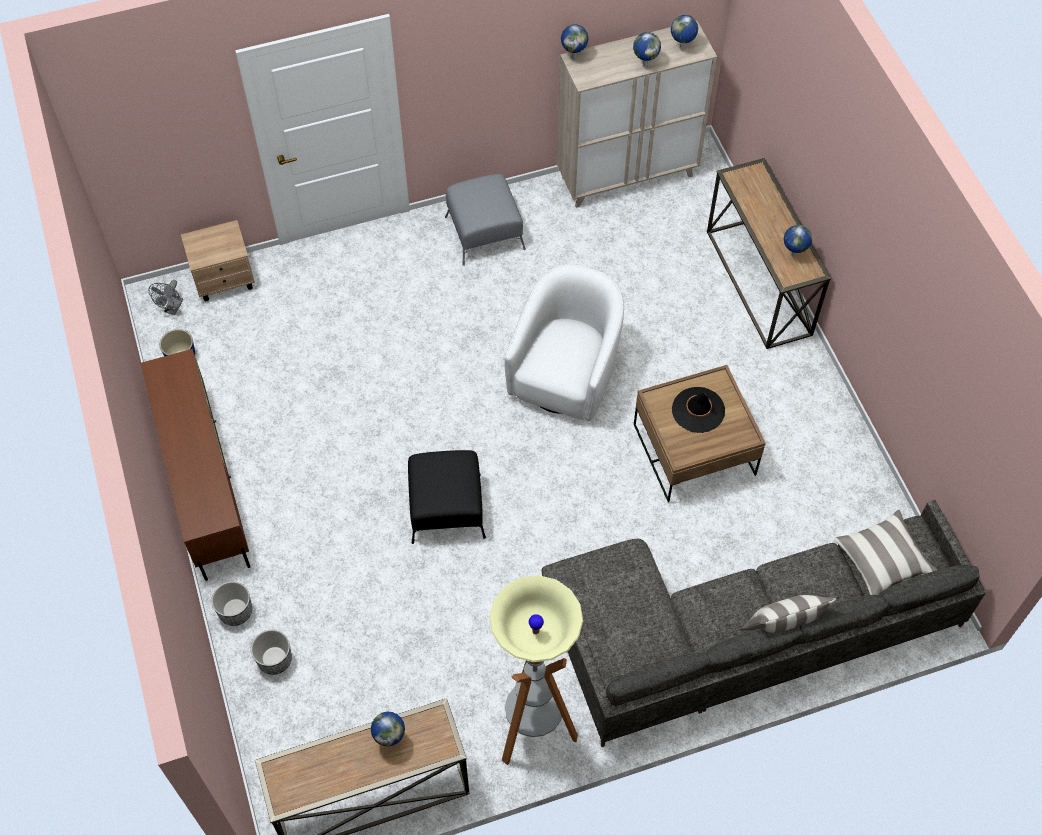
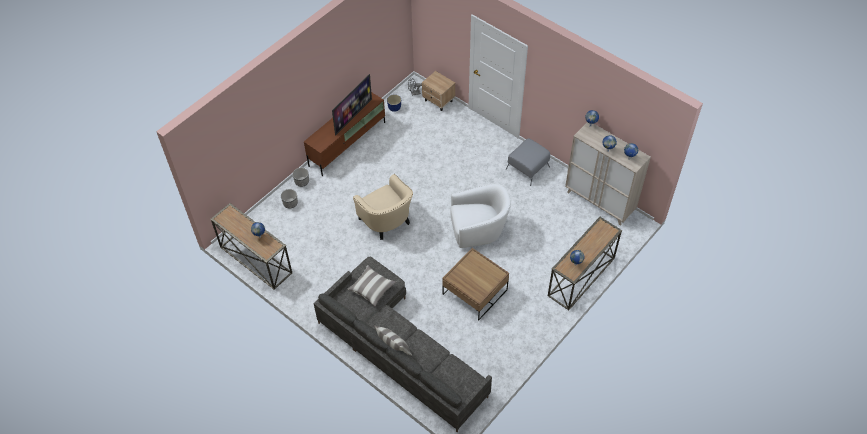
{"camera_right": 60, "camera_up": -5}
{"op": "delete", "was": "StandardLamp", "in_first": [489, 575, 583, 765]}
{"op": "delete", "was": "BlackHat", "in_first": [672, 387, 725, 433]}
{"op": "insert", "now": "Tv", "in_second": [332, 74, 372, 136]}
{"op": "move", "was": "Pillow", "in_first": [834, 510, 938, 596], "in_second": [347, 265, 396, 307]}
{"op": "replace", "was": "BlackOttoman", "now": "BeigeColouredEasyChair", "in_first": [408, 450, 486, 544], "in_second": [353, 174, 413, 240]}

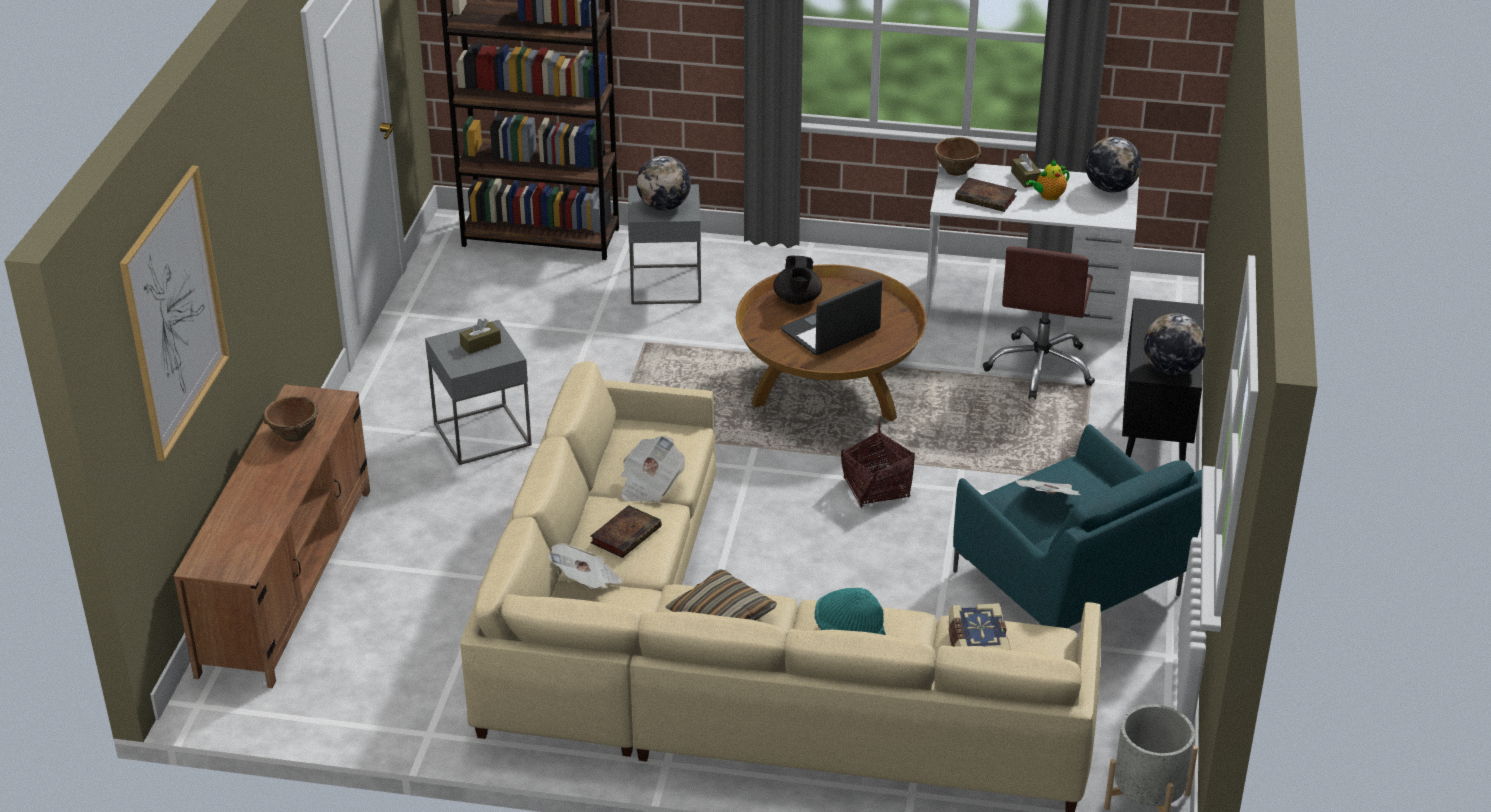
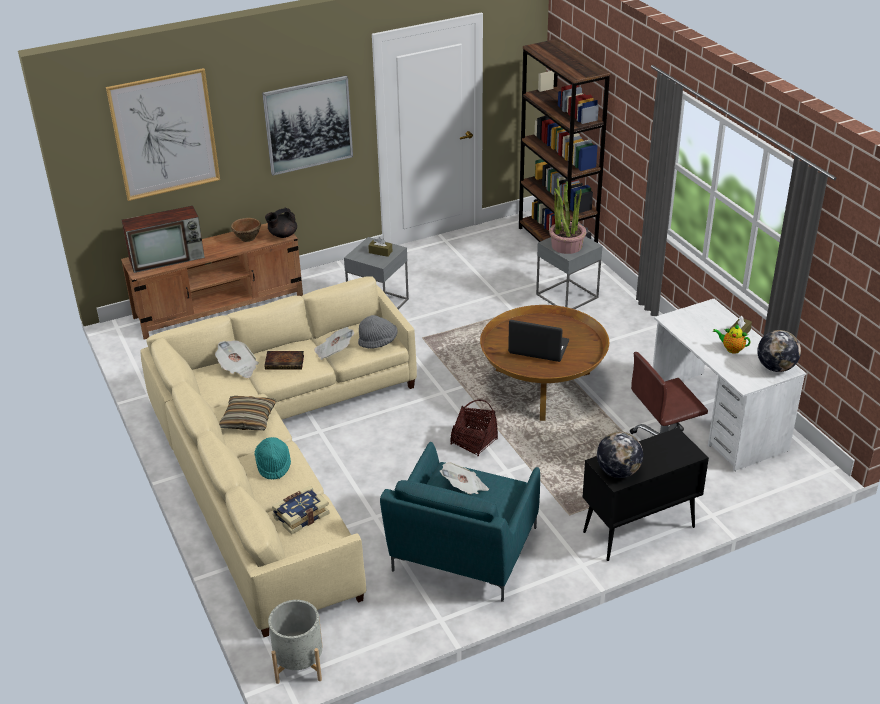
{"camera_right": 55, "camera_up": 0}
{"op": "delete", "was": "BrownishServingBowl", "in_first": [934, 137, 982, 176]}
{"op": "delete", "was": "Volume", "in_first": [955, 177, 1017, 212]}
{"op": "insert", "now": "Tv", "in_second": [121, 206, 205, 273]}
{"op": "insert", "now": "Picture", "in_second": [262, 76, 353, 176]}
{"op": "insert", "now": "GreyishHat", "in_second": [358, 315, 398, 349]}
{"op": "move", "was": "BlackTeaPot", "in_first": [773, 255, 822, 305], "in_second": [265, 208, 297, 238]}
{"op": "replace", "was": "DeskGlobe", "now": "PlantInAPot", "in_first": [637, 156, 691, 211], "in_second": [549, 178, 586, 254]}

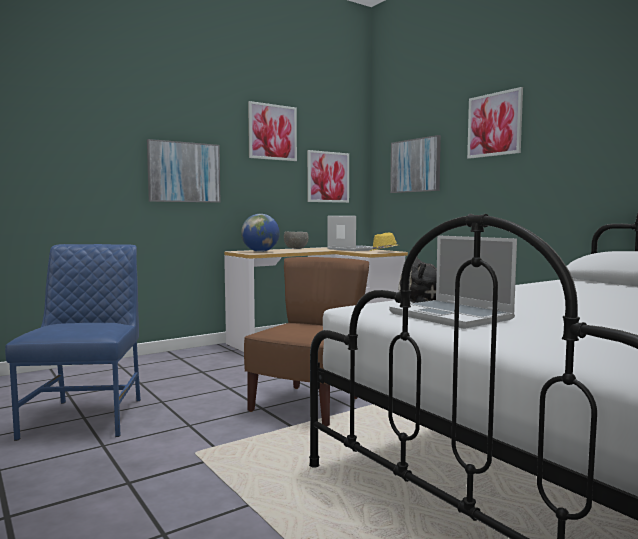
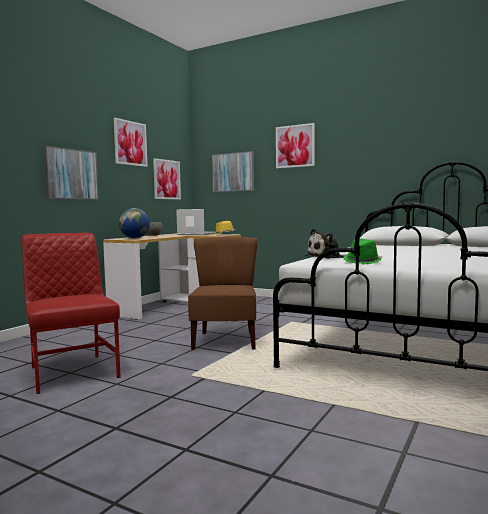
{"camera_right": -25, "camera_up": 0}
{"op": "replace", "was": "NotebookComputer", "now": "GreenHat", "in_first": [389, 235, 517, 329], "in_second": [344, 239, 382, 265]}
{"op": "recolor", "was": "BluePlainChair", "now": "ReddishPlainChair", "in_first": [5, 244, 141, 441], "in_second": [22, 233, 121, 394]}

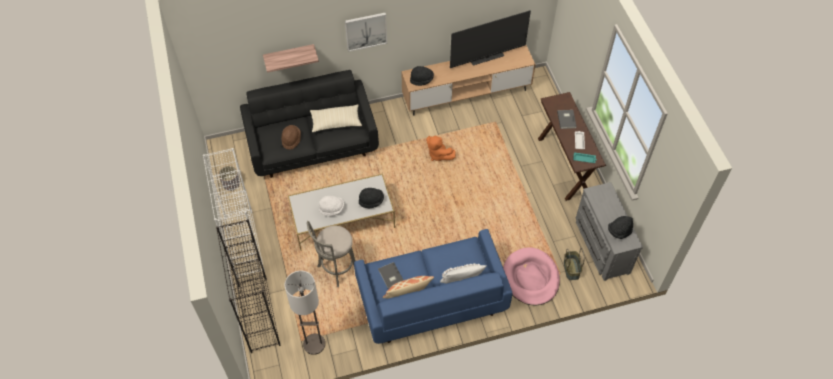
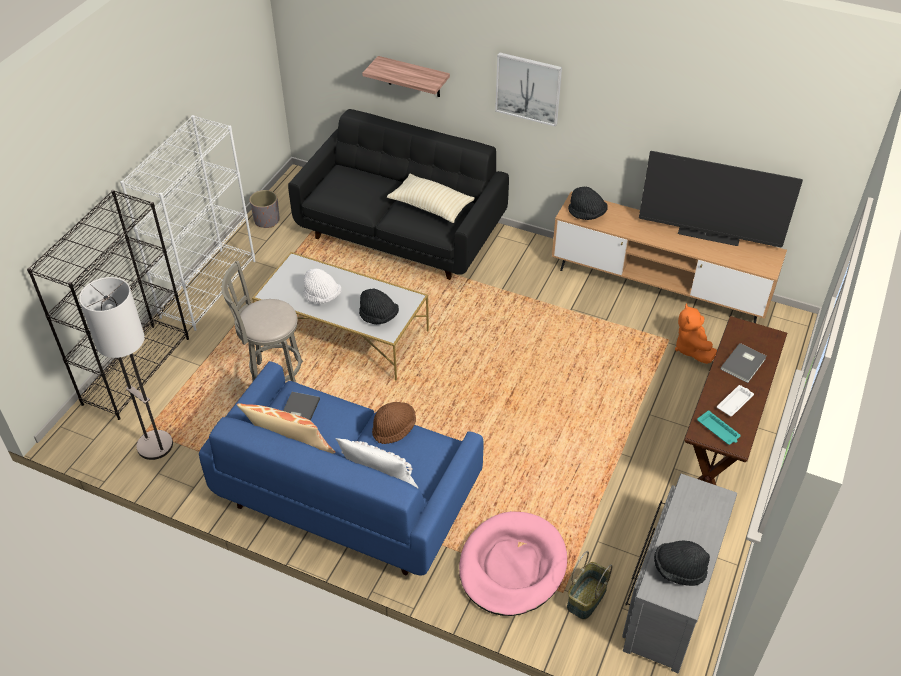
{"camera_right": 40, "camera_up": -10}
{"op": "move", "was": "BrownishHat", "in_first": [281, 125, 301, 150], "in_second": [372, 402, 416, 444]}
{"op": "move", "was": "OrangeColouredCuddlyToy", "in_first": [426, 136, 456, 161], "in_second": [675, 303, 717, 364]}

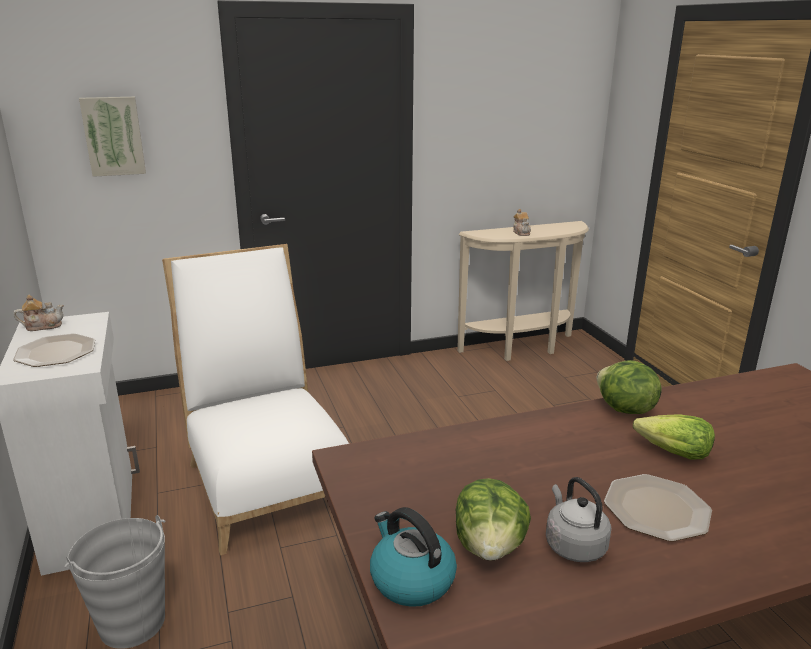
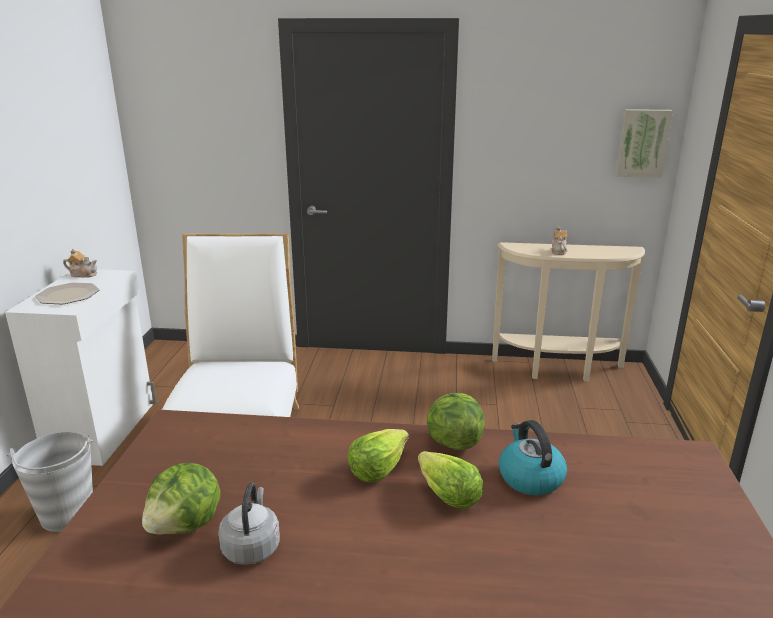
{"camera_right": 25, "camera_up": 0}
{"op": "delete", "was": "DinnerPlate", "in_first": [604, 474, 712, 542]}
{"op": "insert", "now": "HeadOfLettuce", "in_second": [347, 429, 409, 482]}
{"op": "move", "was": "Picture", "in_first": [79, 97, 146, 177], "in_second": [616, 109, 673, 178]}
{"op": "move", "was": "WaterKettle", "in_first": [370, 507, 457, 607], "in_second": [499, 420, 567, 495]}

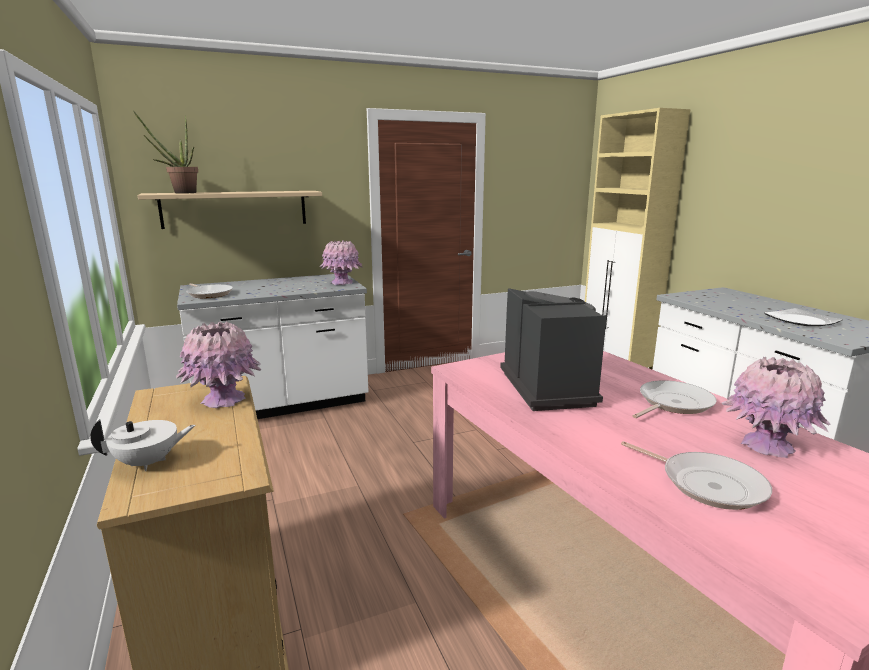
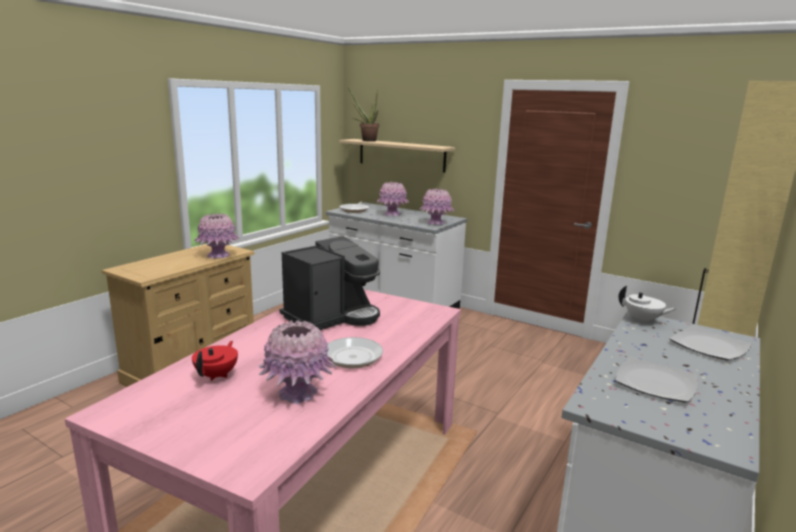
{"camera_right": 55, "camera_up": 0}
{"op": "insert", "now": "PinkDecorativeVase", "in_second": [377, 182, 409, 216]}
{"op": "insert", "now": "DinnerPlate", "in_second": [670, 326, 752, 360]}
{"op": "move", "was": "WhitishTeaPot", "in_first": [90, 419, 196, 471], "in_second": [618, 286, 678, 323]}
{"op": "replace", "was": "Skillet", "now": "ReddishTeaPot", "in_first": [621, 441, 772, 510], "in_second": [192, 341, 238, 381]}

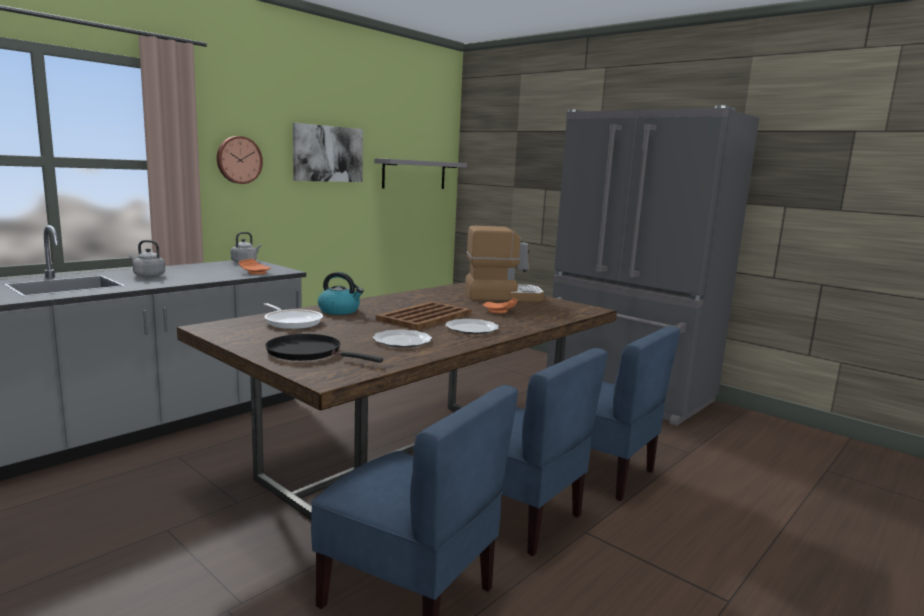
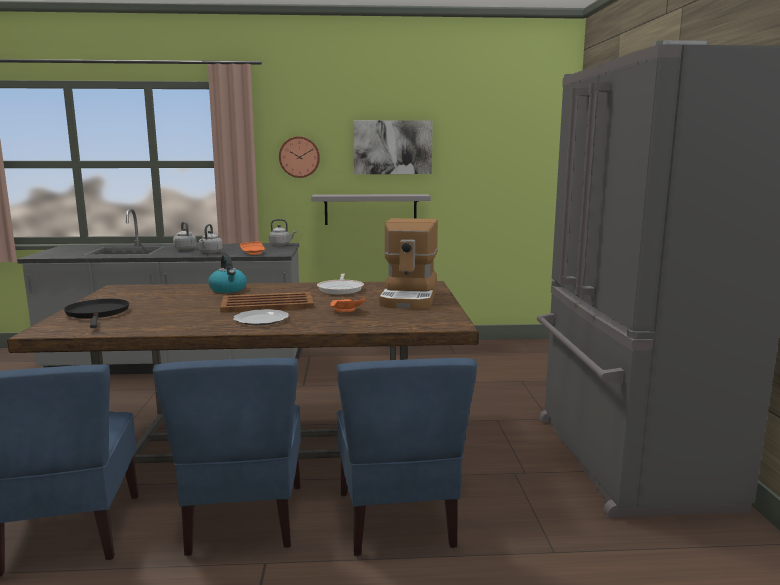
{"camera_right": 45, "camera_up": 0}
{"op": "delete", "was": "DinnerPlate", "in_first": [373, 330, 432, 348]}
{"op": "insert", "now": "GreyishWaterKettle", "in_second": [199, 224, 223, 254]}
{"op": "move", "was": "Skillet", "in_first": [264, 303, 323, 329], "in_second": [317, 273, 364, 295]}
{"op": "move", "was": "GreyishShelf", "in_first": [374, 158, 467, 189], "in_second": [311, 194, 431, 225]}
{"op": "rotate", "was": "CoffeeBrewer", "in_first": [465, 226, 544, 302], "in_second": [379, 218, 438, 309], "clockwise": 60}

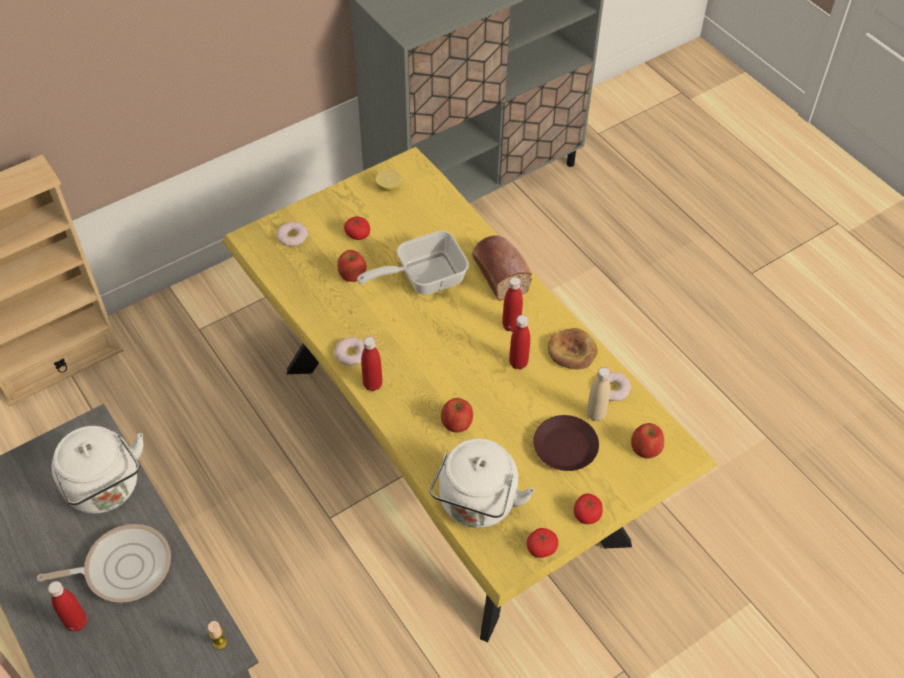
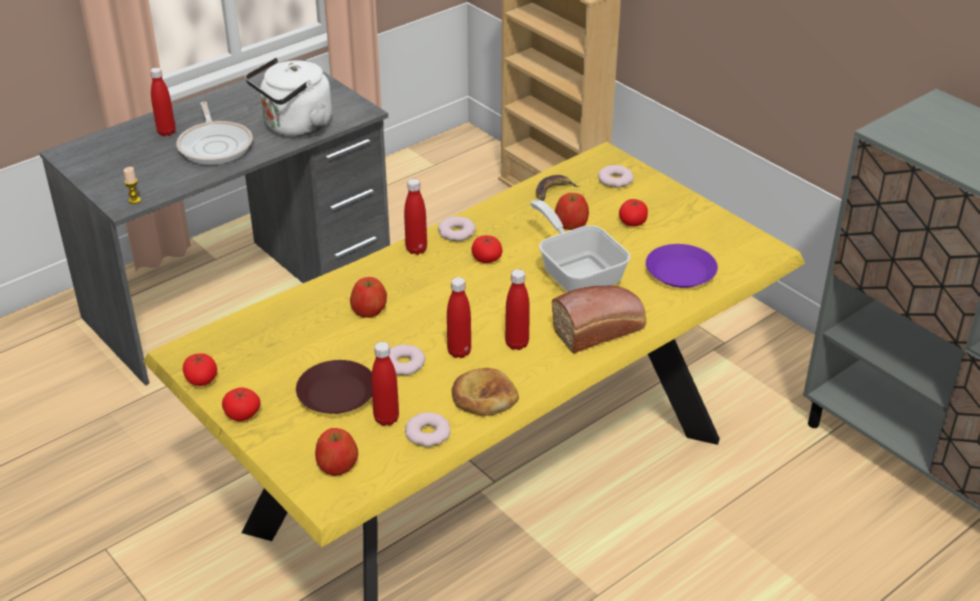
{"camera_right": 85, "camera_up": -15}
{"op": "delete", "was": "WholeLemon", "in_first": [376, 169, 401, 192]}
{"op": "delete", "was": "WhitishWaterKettle", "in_first": [430, 439, 534, 528]}
{"op": "insert", "now": "Doughnut", "in_second": [389, 344, 425, 375]}
{"op": "insert", "now": "WholeTomato", "in_second": [472, 235, 502, 263]}
{"op": "insert", "now": "WholeBanana", "in_second": [536, 175, 580, 201]}
{"op": "insert", "now": "PurplishDinnerPlate", "in_second": [646, 244, 718, 288]}
{"op": "recolor", "was": "BeigeColouredDrinkBottle", "now": "ReddishDrinkBottle", "in_first": [587, 367, 611, 421], "in_second": [371, 342, 399, 426]}

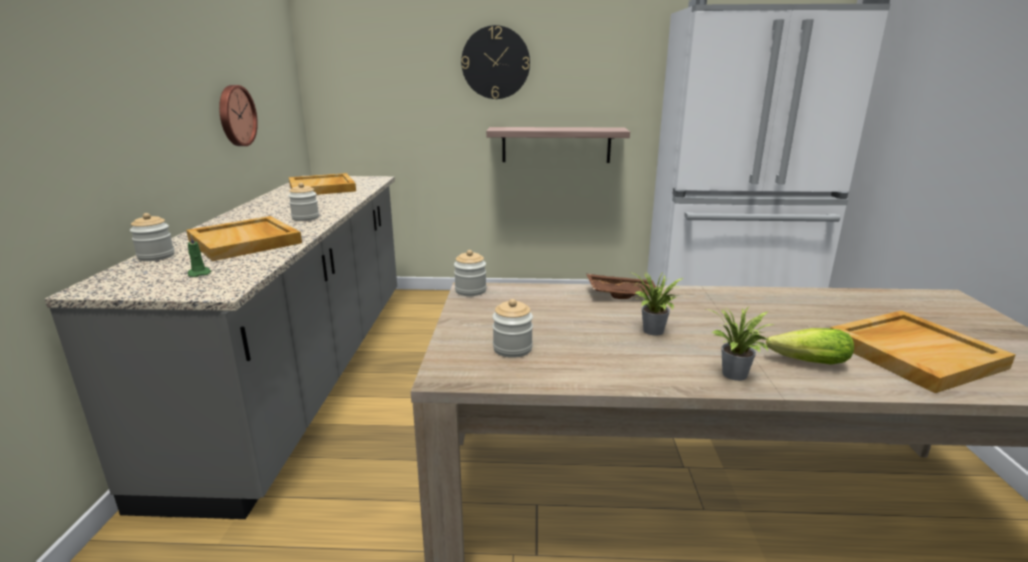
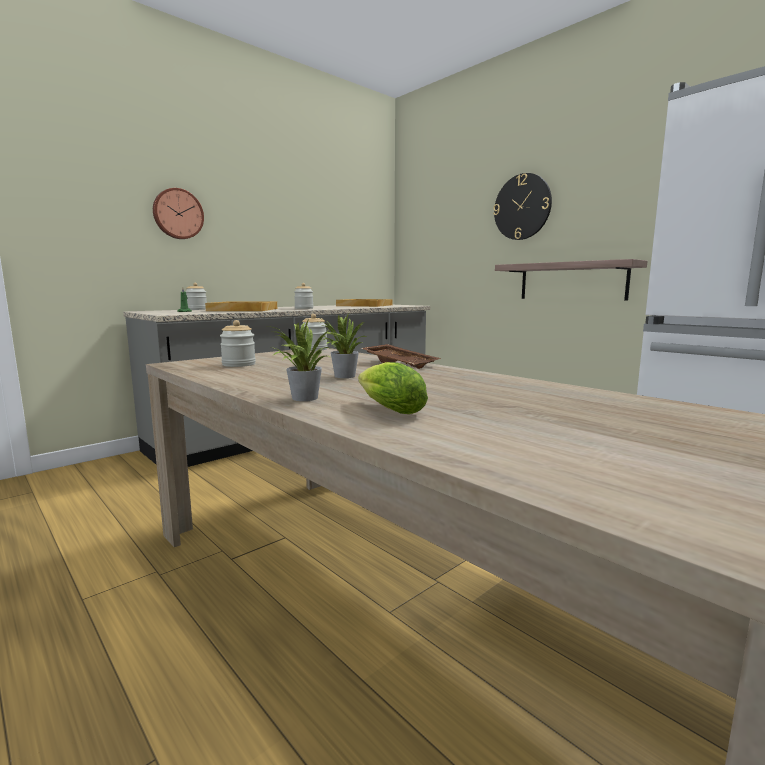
{"camera_right": 45, "camera_up": -10}
{"op": "delete", "was": "BeigeColouredServingTray", "in_first": [830, 310, 1015, 393]}
{"op": "move", "was": "WallClock", "in_first": [219, 85, 258, 146], "in_second": [153, 188, 204, 239]}

